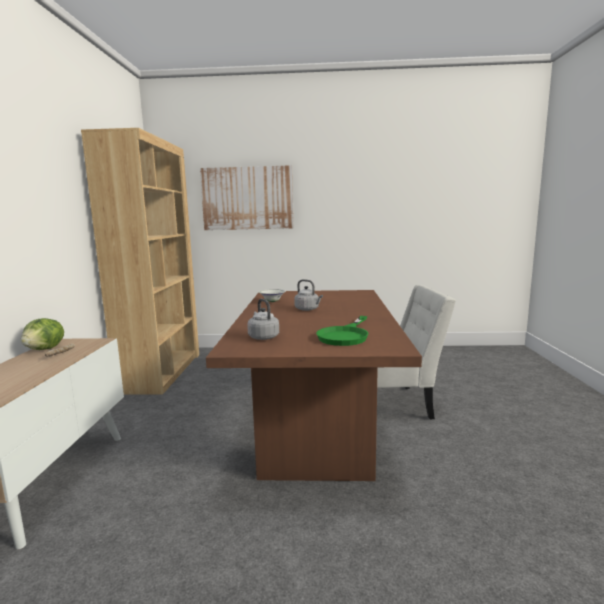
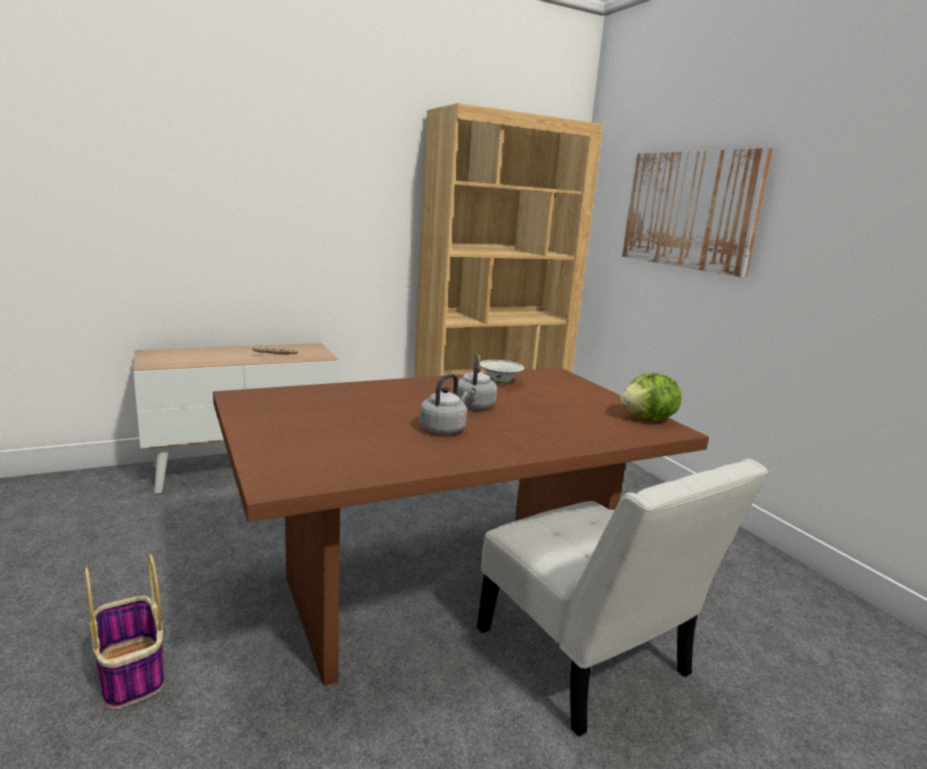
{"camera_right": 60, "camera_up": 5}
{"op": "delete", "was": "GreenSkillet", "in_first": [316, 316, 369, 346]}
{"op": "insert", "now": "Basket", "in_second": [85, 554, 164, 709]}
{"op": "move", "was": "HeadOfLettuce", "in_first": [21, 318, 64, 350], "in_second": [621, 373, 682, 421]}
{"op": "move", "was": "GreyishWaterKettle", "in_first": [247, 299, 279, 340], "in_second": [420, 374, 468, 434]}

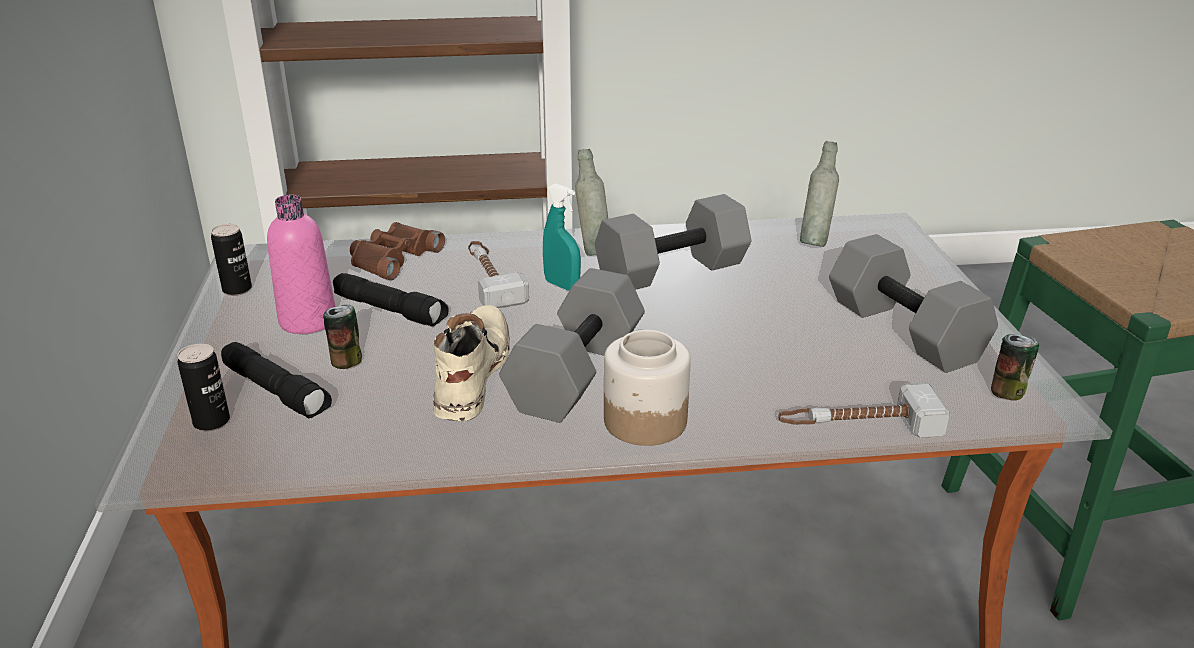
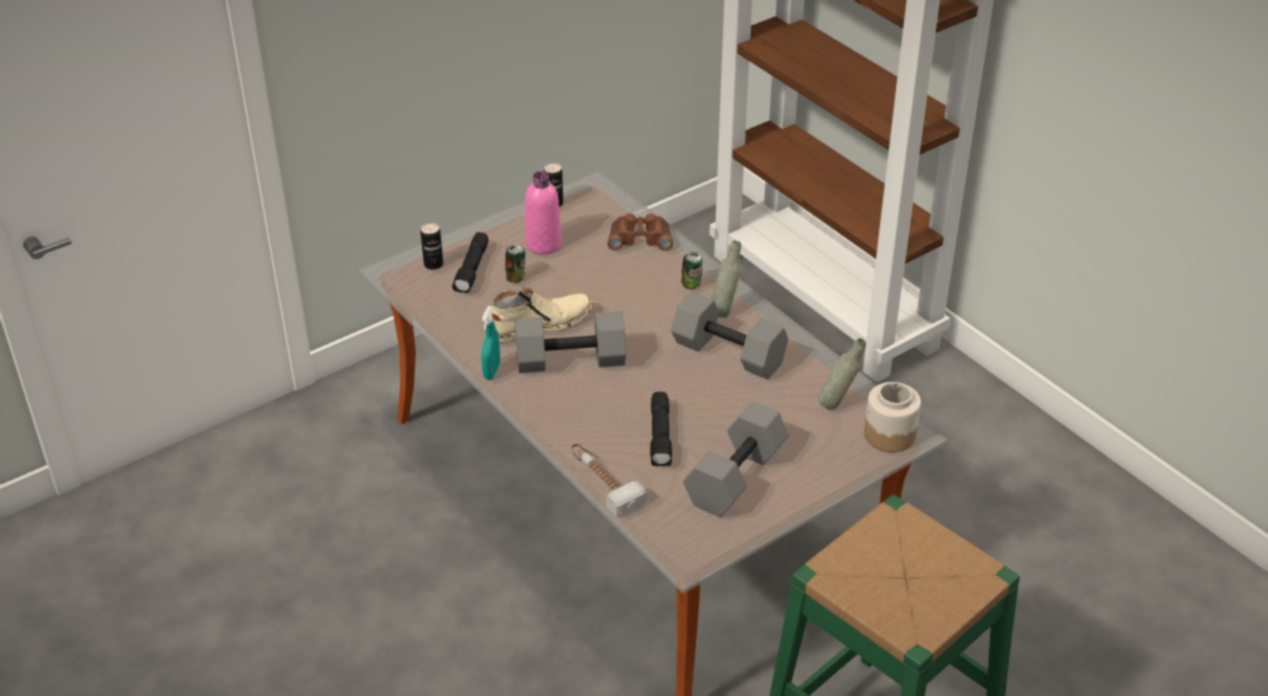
{"camera_right": 60, "camera_up": 10}
{"op": "delete", "was": "HandHammer", "in_first": [468, 241, 529, 308]}
{"op": "move", "was": "BlackTorch", "in_first": [333, 273, 449, 327], "in_second": [650, 392, 672, 466]}
{"op": "move", "was": "TurquoiseHandSprayer", "in_first": [543, 183, 581, 291], "in_second": [481, 306, 500, 380]}
{"op": "move", "was": "PreserveJar", "in_first": [604, 330, 691, 446], "in_second": [864, 382, 921, 452]}
{"op": "move", "was": "SealedCan", "in_first": [991, 334, 1039, 400], "in_second": [681, 252, 702, 289]}

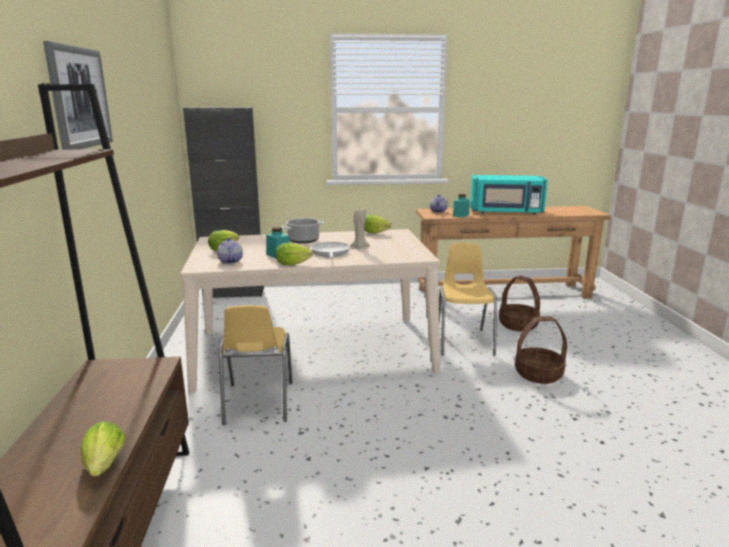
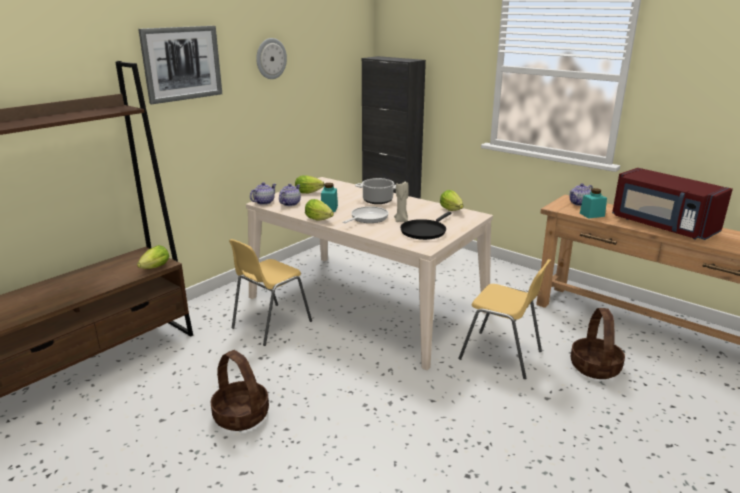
{"camera_right": 45, "camera_up": 5}
{"op": "insert", "now": "TeaPot", "in_second": [250, 182, 276, 205]}
{"op": "insert", "now": "WallClock", "in_second": [256, 38, 287, 79]}
{"op": "insert", "now": "BlackSkillet", "in_second": [400, 212, 451, 240]}
{"op": "move", "was": "HeadOfLettuce", "in_first": [81, 421, 125, 477], "in_second": [137, 245, 169, 269]}
{"op": "move", "was": "Basket", "in_first": [515, 316, 567, 384], "in_second": [210, 350, 269, 431]}
{"op": "recolor", "was": "TurquoiseMicrowaveOven", "now": "ReddishMicrowaveOven", "in_first": [470, 175, 548, 215], "in_second": [612, 168, 733, 240]}
{"op": "rotate", "was": "YellowColouredPlainChair", "in_first": [439, 243, 497, 356], "in_second": [458, 259, 551, 379], "clockwise": 75}

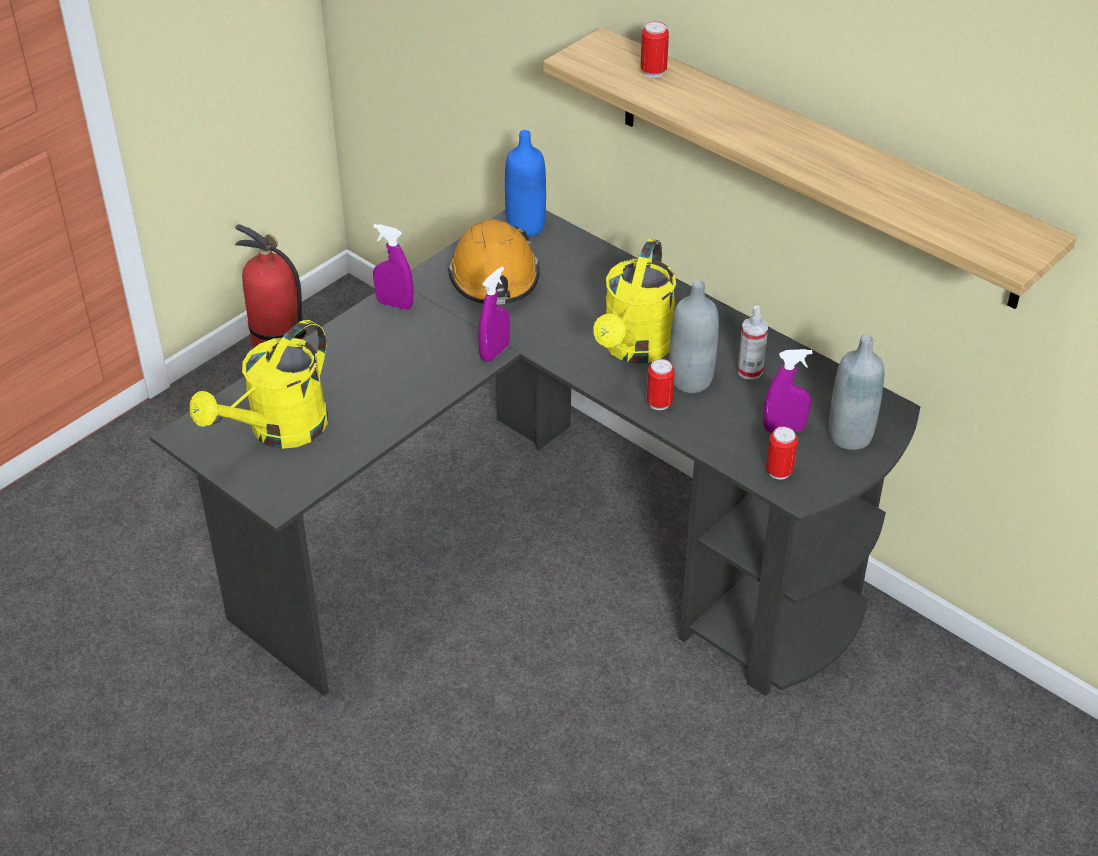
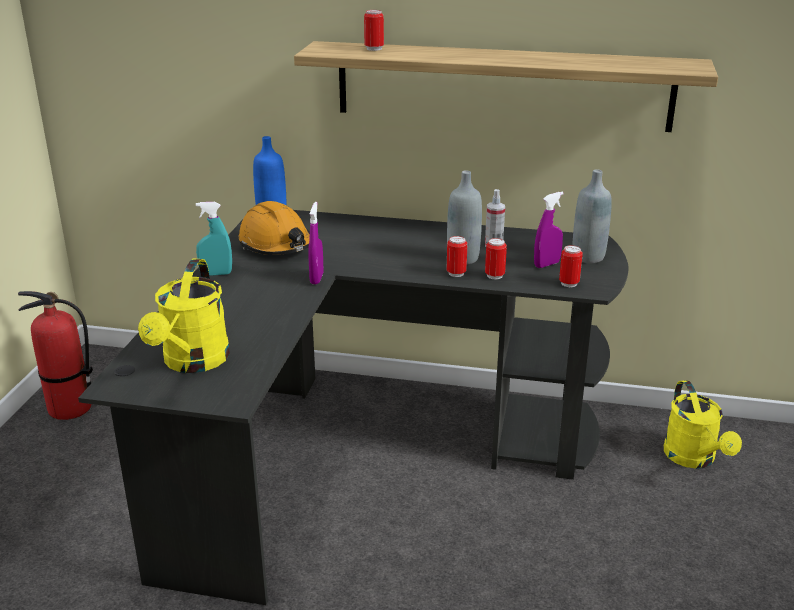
{"camera_right": -30, "camera_up": -15}
{"op": "insert", "now": "SealedCan", "in_second": [485, 238, 507, 279]}
{"op": "move", "was": "YellowColouredWateringCan", "in_first": [593, 239, 676, 363], "in_second": [664, 380, 742, 469]}
{"op": "recolor", "was": "PurplishHandSprayer", "now": "TurquoiseHandSprayer", "in_first": [373, 224, 413, 310], "in_second": [196, 202, 232, 276]}

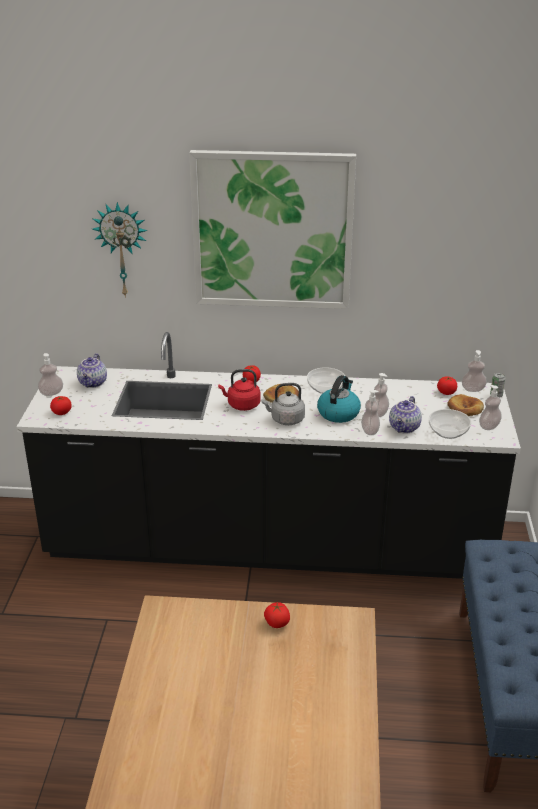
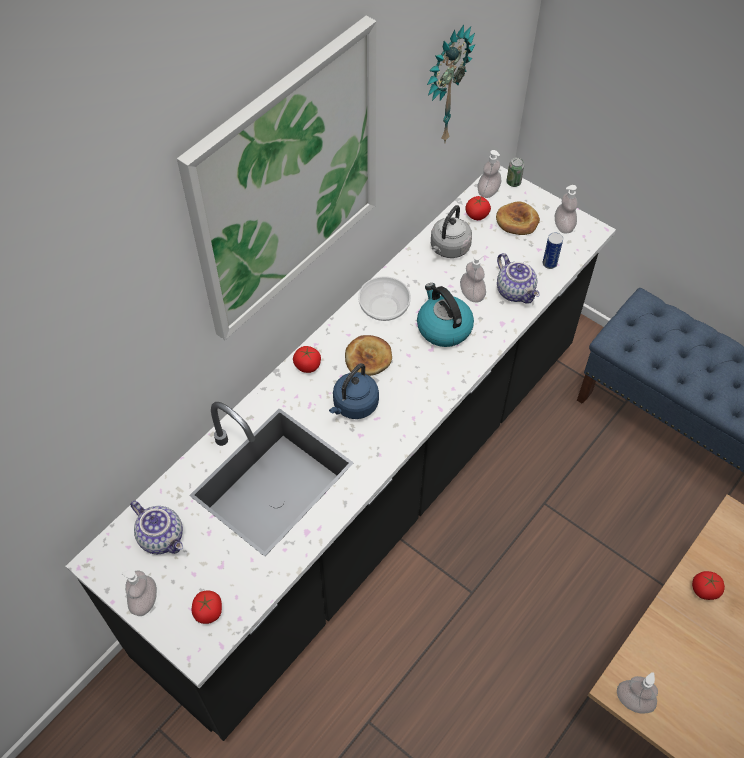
{"camera_right": -55, "camera_up": 25}
{"op": "move", "was": "WallClock", "in_first": [92, 202, 148, 298], "in_second": [427, 25, 475, 144]}
{"op": "move", "was": "GreyishWaterKettle", "in_first": [261, 383, 305, 425], "in_second": [431, 205, 472, 258]}
{"op": "move", "was": "LiquidSoapBottle", "in_first": [361, 390, 380, 435], "in_second": [617, 672, 658, 714]}
{"op": "replace", "was": "ServingBowl", "now": "SealedCan", "in_first": [429, 409, 471, 439], "in_second": [543, 233, 563, 269]}
{"op": "recolor", "was": "ReddishWaterKettle", "now": "BlueWaterKettle", "in_first": [218, 369, 261, 411], "in_second": [329, 363, 379, 419]}

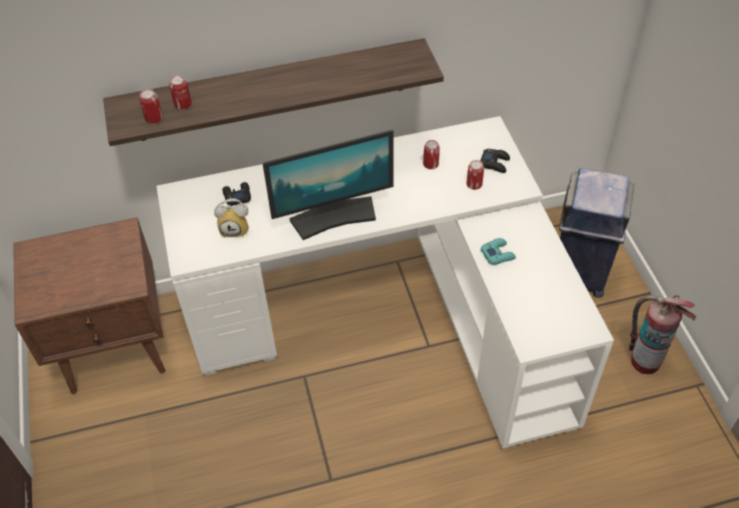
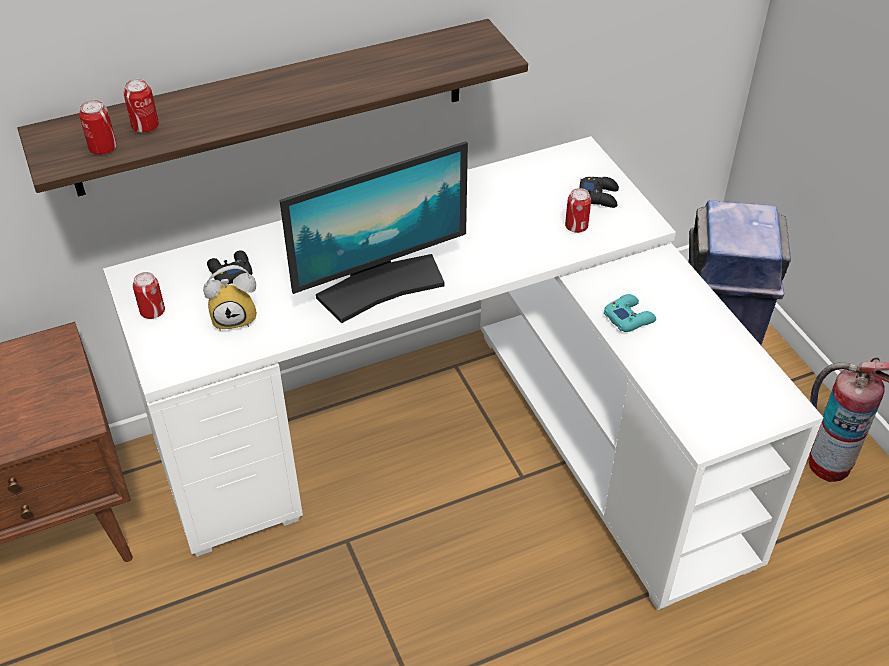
{"camera_right": -10, "camera_up": -5}
{"op": "move", "was": "SealedCan", "in_first": [423, 140, 440, 169], "in_second": [133, 272, 165, 319]}

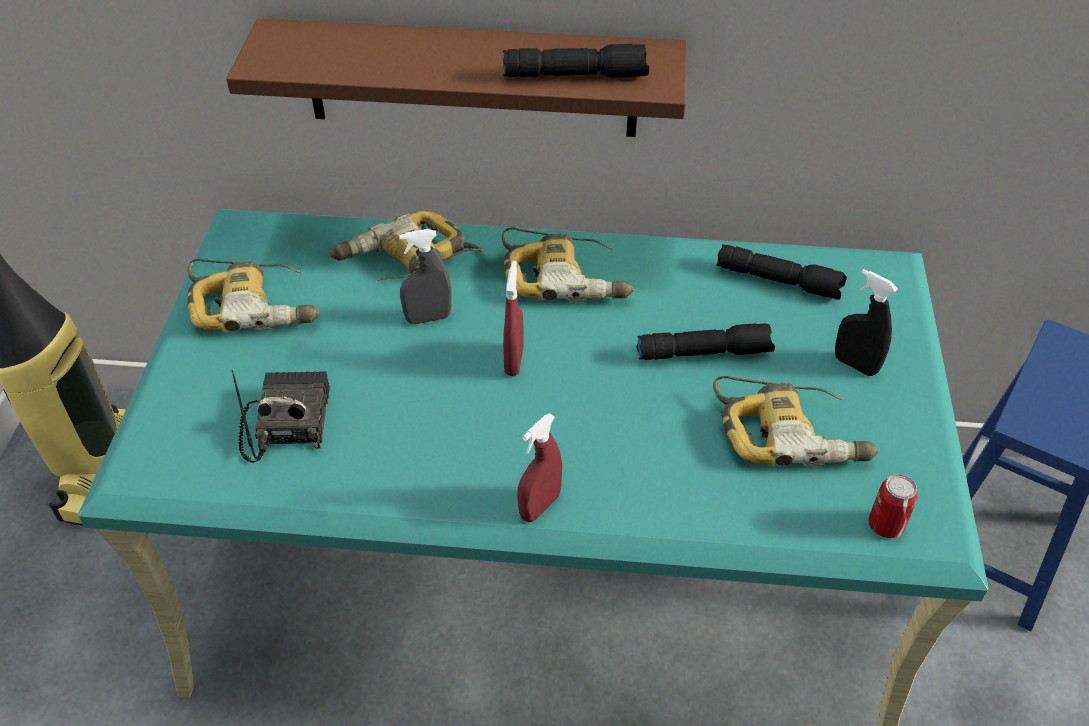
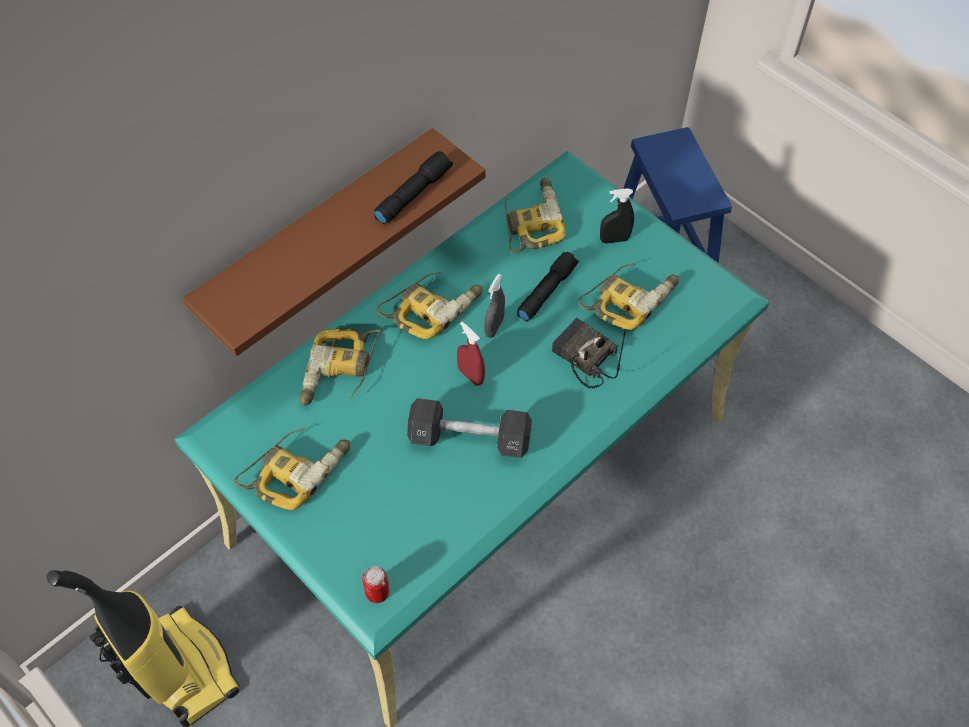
{"camera_right": -50, "camera_up": 10}
{"op": "delete", "was": "ReddishHandSprayer", "in_first": [517, 413, 562, 522]}
{"op": "insert", "now": "BlackDumbbell", "in_second": [407, 398, 532, 458]}
{"op": "move", "was": "Radio", "in_first": [231, 370, 330, 463], "in_second": [552, 318, 625, 389]}
{"op": "move", "was": "GreyishHandSprayer", "in_first": [399, 229, 452, 324], "in_second": [484, 274, 505, 338]}
{"op": "move", "was": "SealedCan", "in_first": [869, 474, 918, 538], "in_second": [362, 566, 390, 603]}
{"op": "replace", "was": "BlackTorch", "now": "ElectricDrill", "in_first": [716, 244, 847, 300], "in_second": [505, 178, 566, 253]}

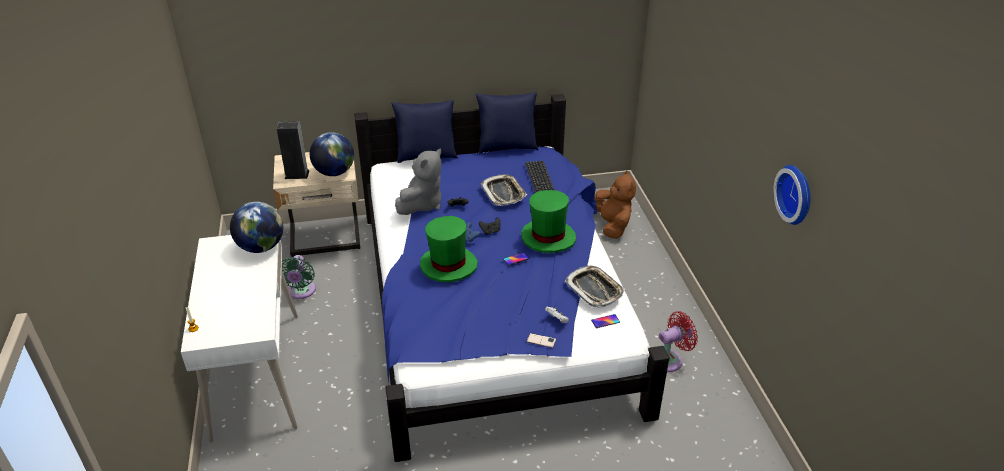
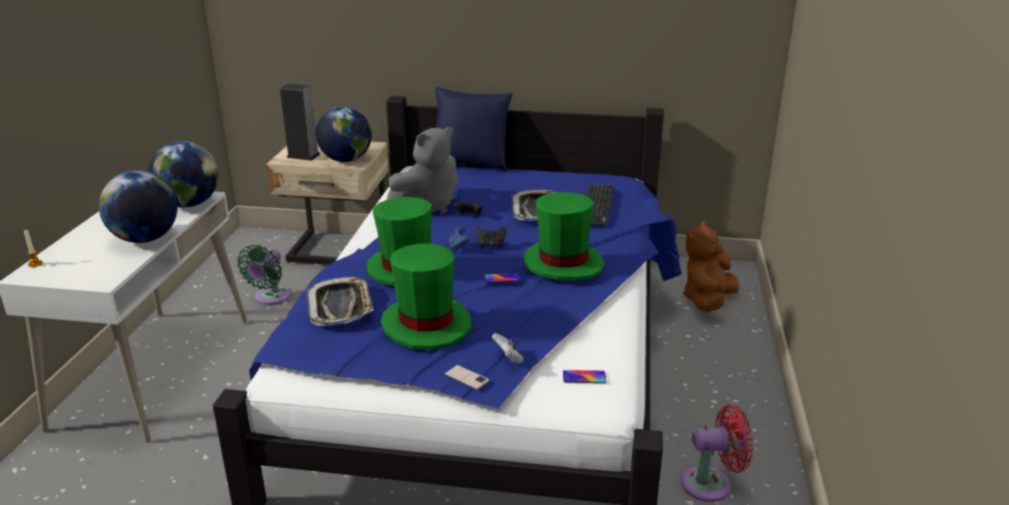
{"camera_right": 20, "camera_up": -10}
{"op": "delete", "was": "BluePillow", "in_first": [476, 92, 538, 153]}
{"op": "delete", "was": "WallClock", "in_first": [773, 165, 810, 225]}
{"op": "insert", "now": "DeskGlobe", "in_second": [99, 171, 177, 243]}
{"op": "insert", "now": "GreenHat", "in_second": [381, 243, 471, 350]}
{"op": "move", "was": "ServingTray", "in_first": [565, 266, 625, 308], "in_second": [306, 277, 373, 326]}
{"op": "rotate", "was": "BrownishCuddlyToy", "in_first": [595, 171, 636, 239], "in_second": [683, 221, 739, 312], "clockwise": -150}

